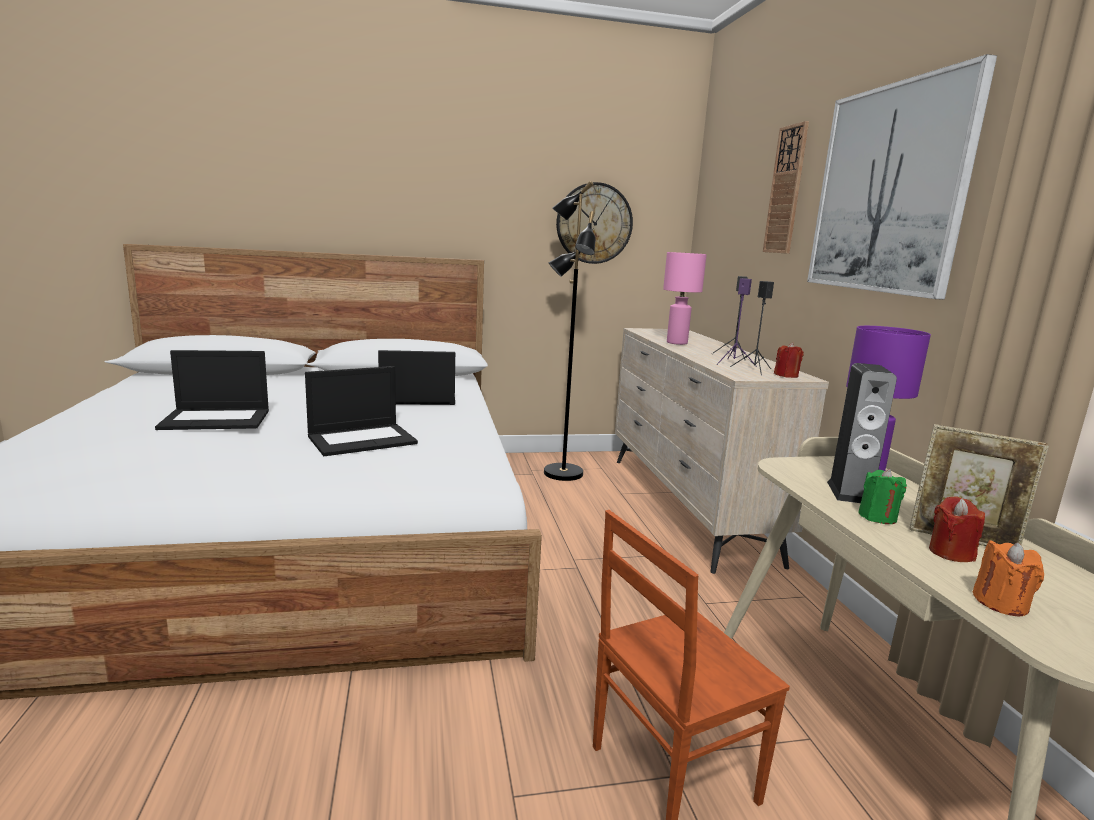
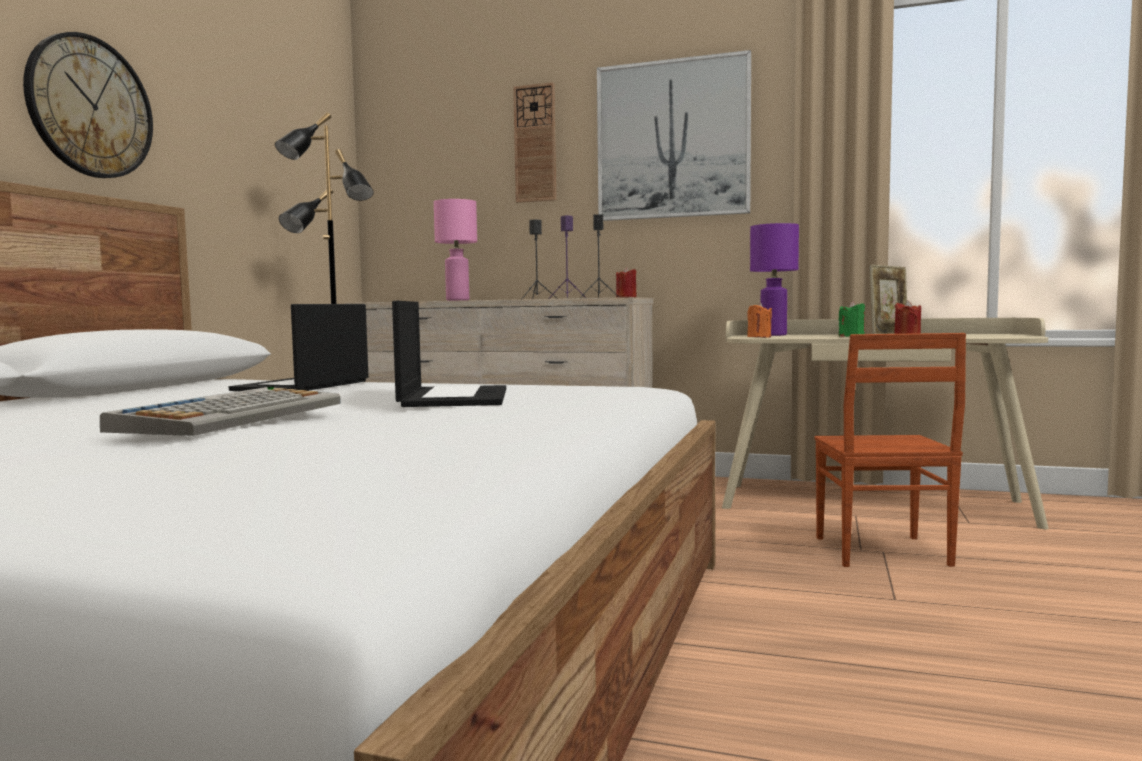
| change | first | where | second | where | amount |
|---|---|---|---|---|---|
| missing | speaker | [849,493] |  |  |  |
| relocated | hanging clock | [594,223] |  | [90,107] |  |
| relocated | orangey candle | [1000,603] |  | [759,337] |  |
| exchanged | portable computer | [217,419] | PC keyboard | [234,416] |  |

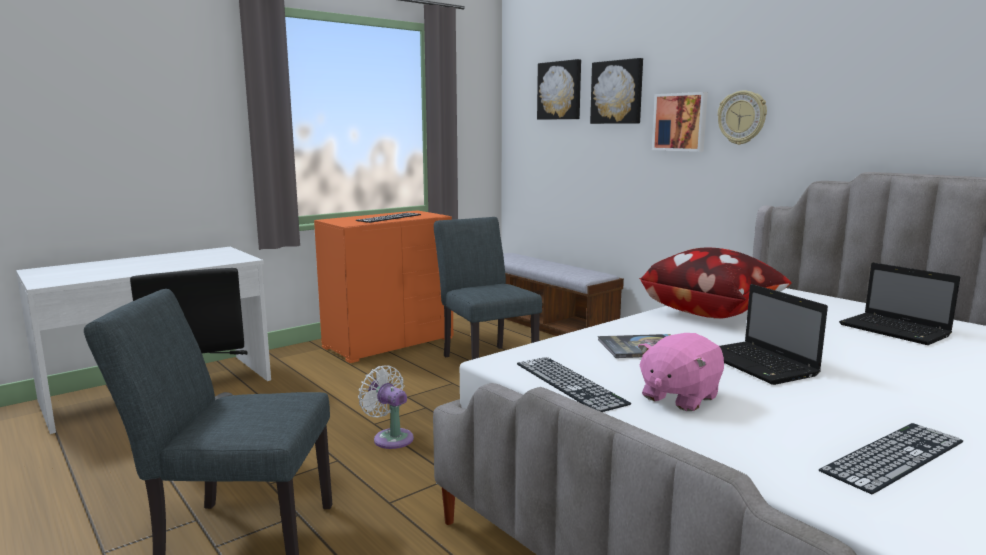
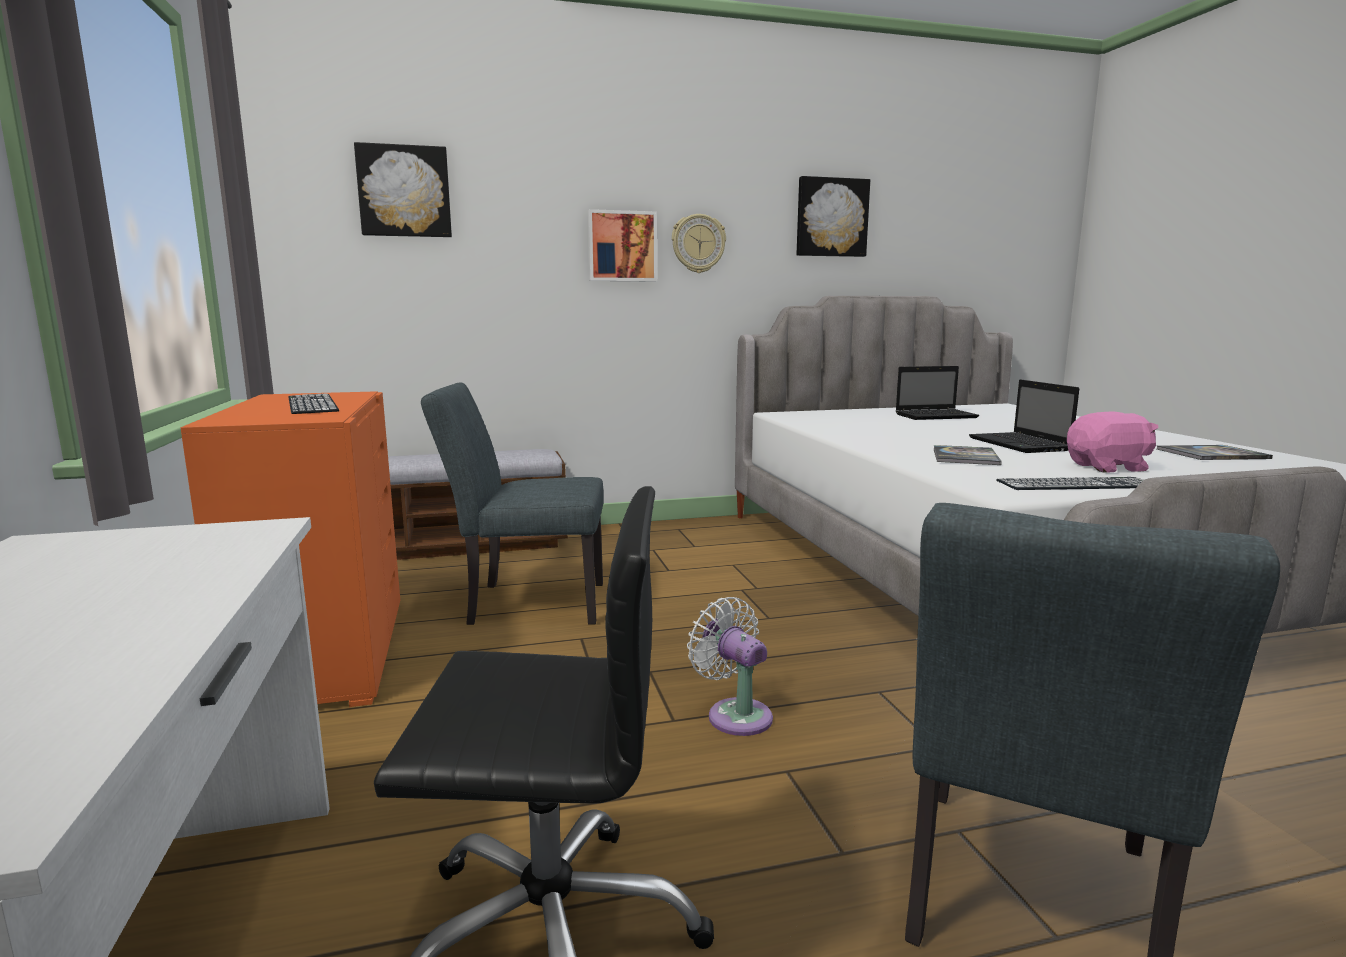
| change | first | where | second | where | amount |
|---|---|---|---|---|---|
| missing | cushion | [710,312] |  |  |  |
| relocated | picture | [617,92] |  | [831,217] |  |
| exchanged | PC keyboard | [893,456] | volume | [1212,454] |  |
| spun | white electric fan | [390,437] |  | [735,714] | 75 degrees clockwise |
| spun | pinkish cuddly toy | [679,397] |  | [1108,468] | 75 degrees counterclockwise |
| spun | portable computer | [760,365] |  | [1020,444] | 75 degrees clockwise |

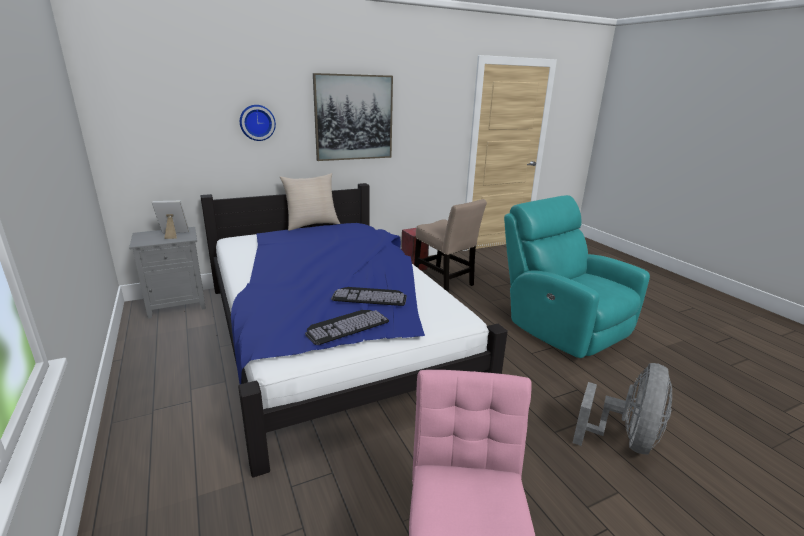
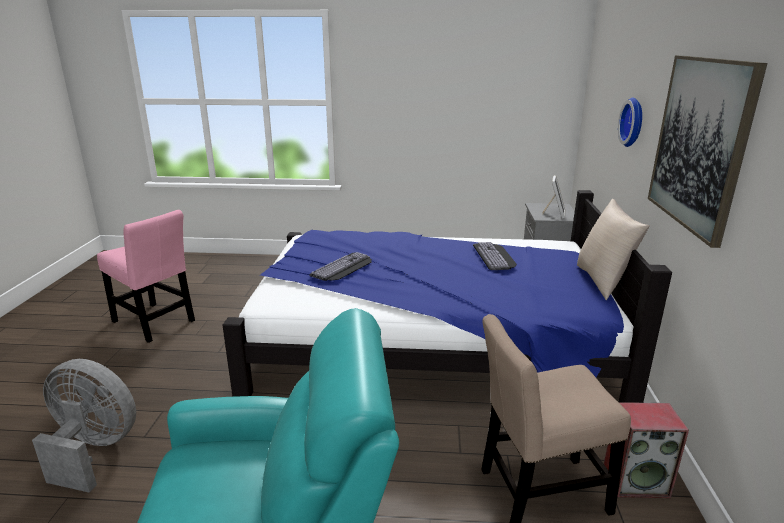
| change | first | where | second | where | amount |
|---|---|---|---|---|---|
| relocated | PC keyboard | [346,325] |  | [495,256] |  |
| spun | gray electric fan | [624,440] |  | [93,450] | 135 degrees clockwise |

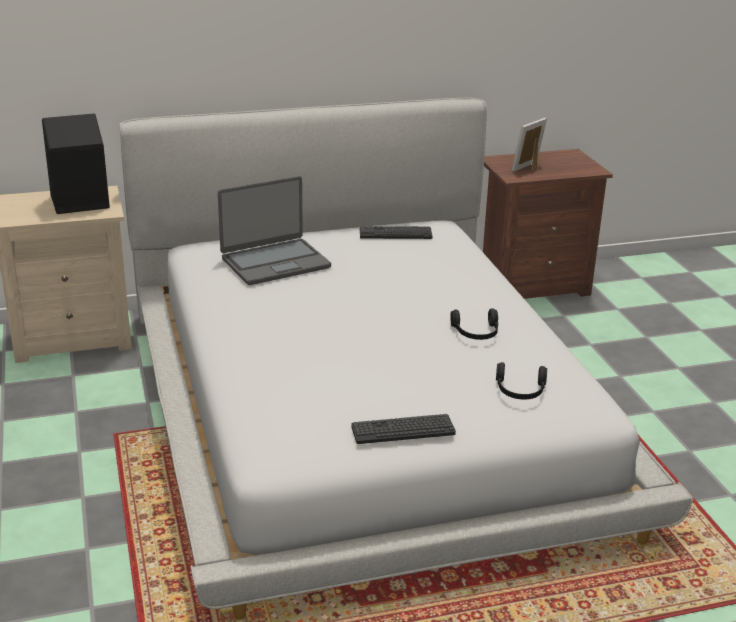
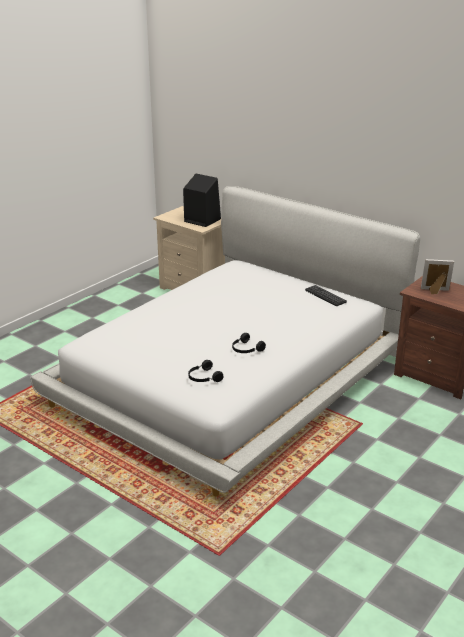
| change | first | where | second | where | amount |
|---|---|---|---|---|---|
| missing | portable computer | [275,263] |  |  |  |
| missing | PC keyboard | [403,430] |  |  |  |

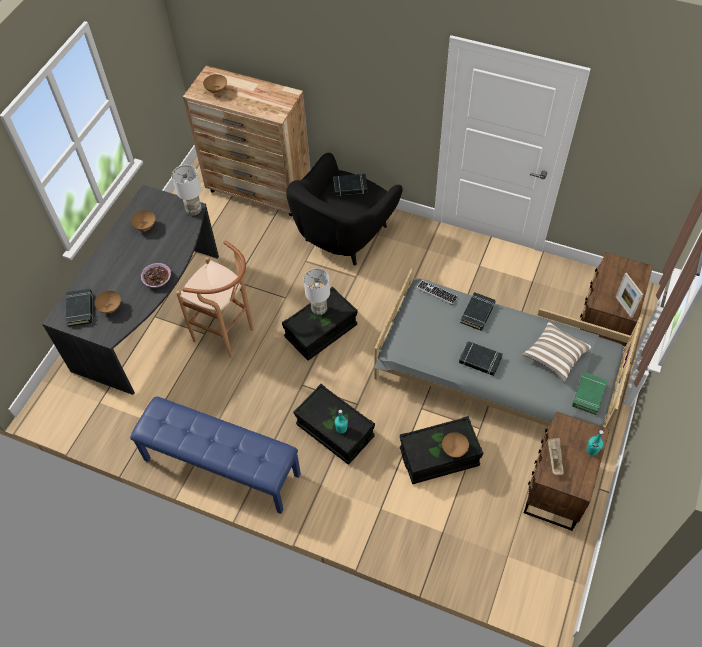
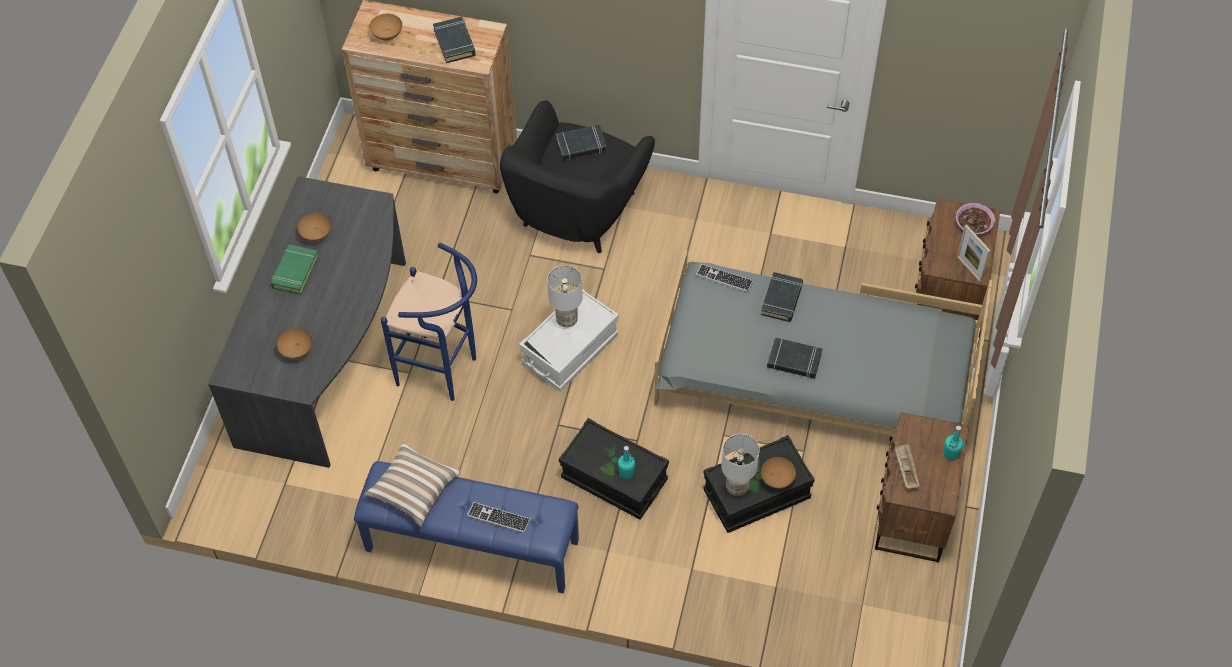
| change | first | where | second | where | amount |
|---|---|---|---|---|---|
| appeared |  |  | PC keyboard | [498,518] |  |
| relocated | black-coloured volume | [80,309] |  | [455,43] |  |
| relocated | deep dish | [157,279] |  | [973,224] |  |
| relocated | white tabletop lamp | [194,210] |  | [737,486] |  |
| relocated | cushion | [554,356] |  | [413,490] |  |
| relocated | green-coloured volume | [588,394] |  | [295,272] |  |
| colour | brown-coloured stool | [229,336] | bluish stool | [444,372] |  |
| colour | black-coloured storage box | [321,331] | white storage box | [570,350] |  |

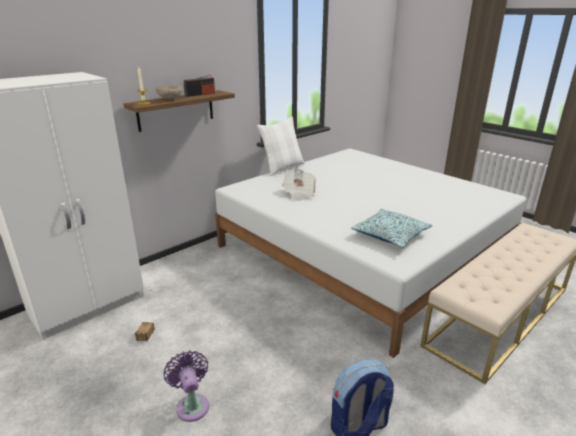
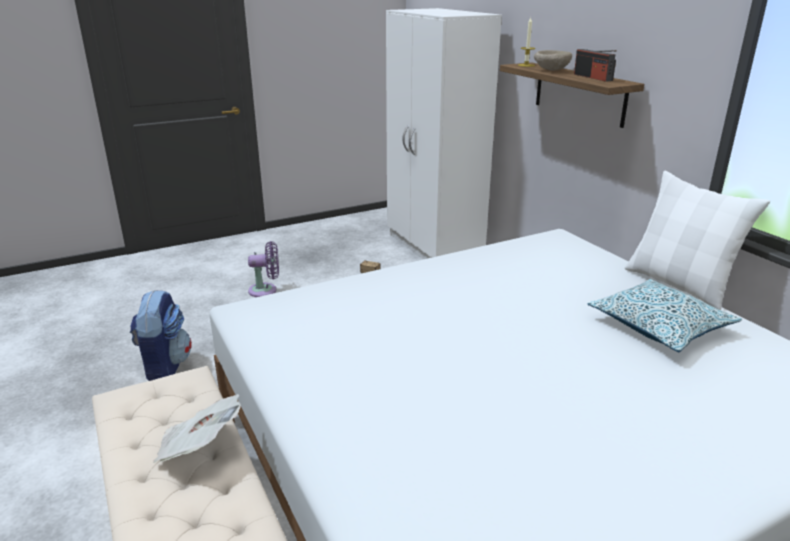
| change | first | where | second | where | amount |
|---|---|---|---|---|---|
| relocated | daily paper | [299,194] |  | [199,447] |  |
| relocated | cushion | [390,235] |  | [660,326] |  |

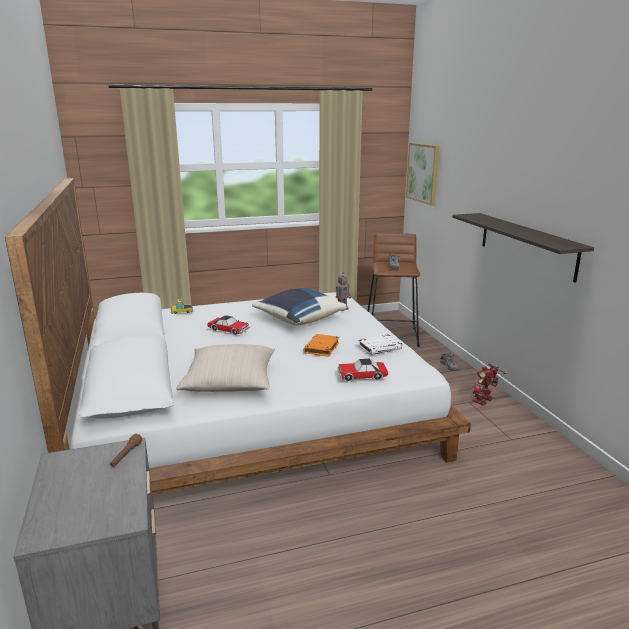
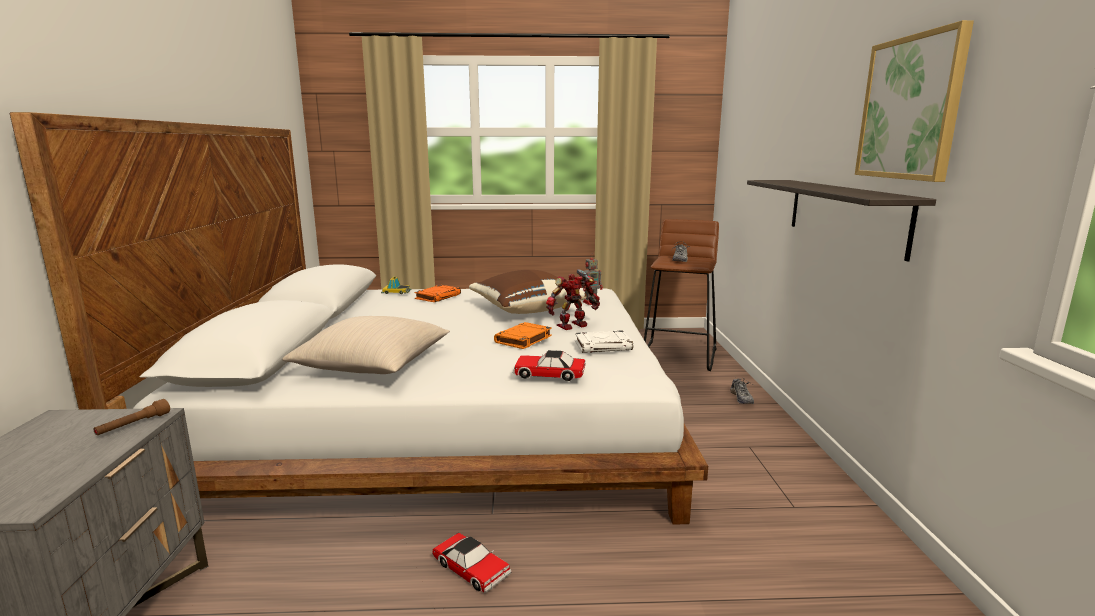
| change | first | where | second | where | amount |
|---|---|---|---|---|---|
| appeared |  |  | orangey volume | [438,296] |  |
| relocated | toy car | [228,329] |  | [471,569] |  |
| relocated | picture | [423,173] |  | [910,108] |  |
| relocated | toy robot | [484,400] |  | [573,326] |  |
| colour | bluish cushion | [298,319] | brown-coloured cushion | [525,310] |  |

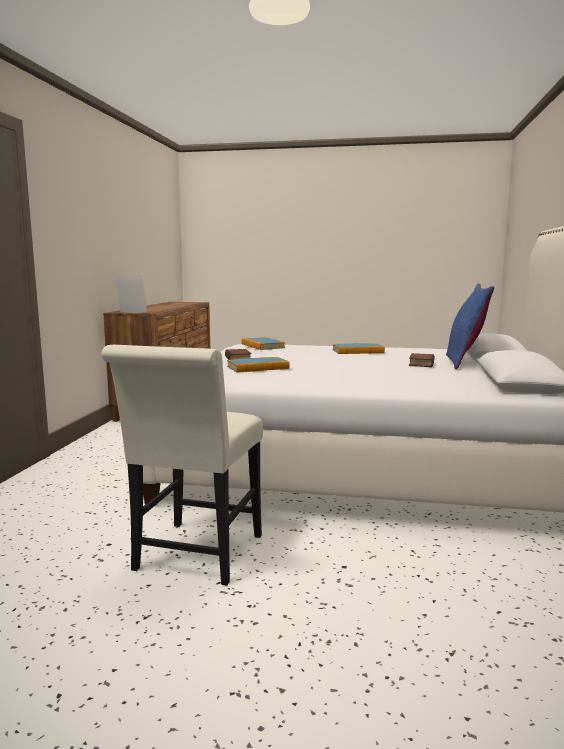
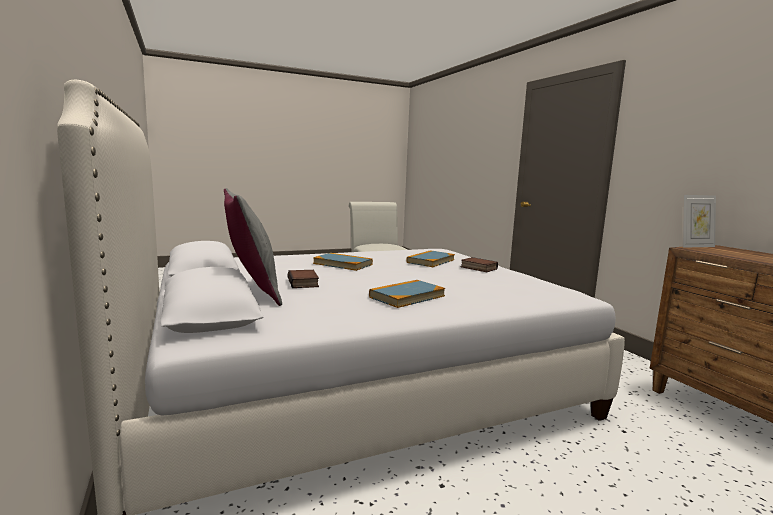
| change | first | where | second | where | amount |
|---|---|---|---|---|---|
| relocated | volume | [262,346] |  | [343,264] |  |
| colour | bluish cushion | [465,362] | gray cushion | [252,292] |  |

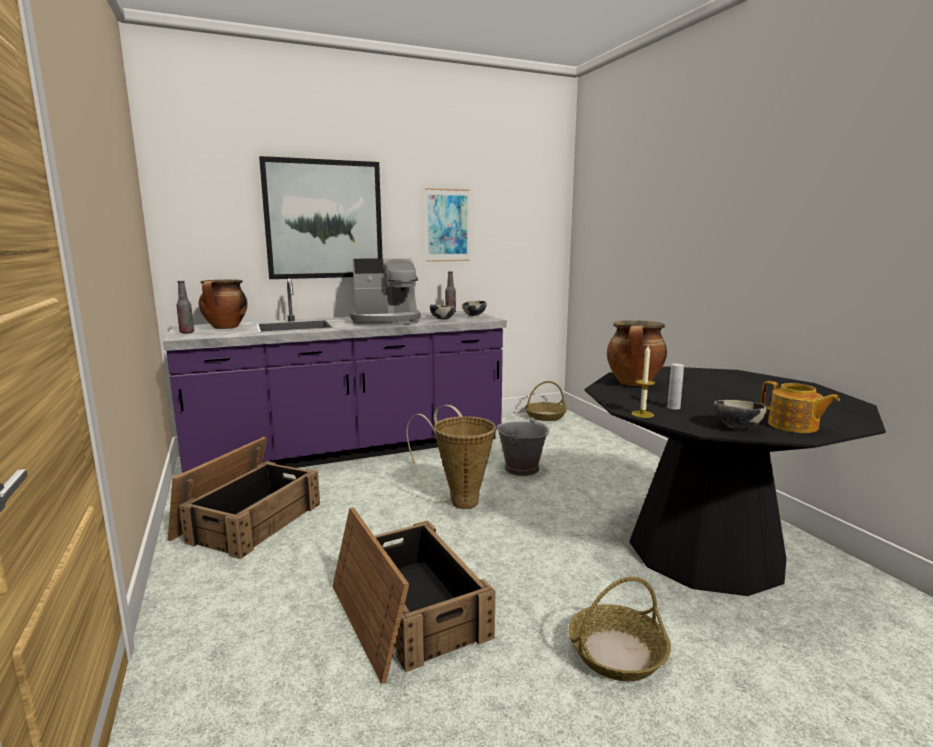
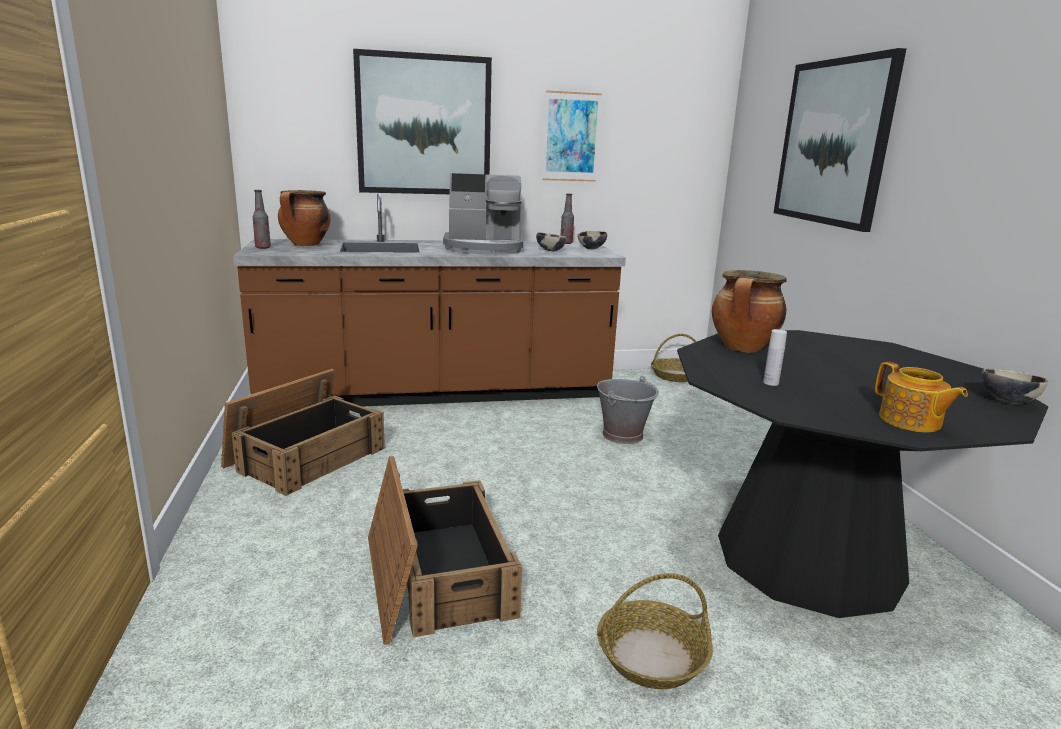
| change | first | where | second | where | amount |
|---|---|---|---|---|---|
| missing | storage basket | [459,501] |  |  |  |
| missing | candle | [642,414] |  |  |  |
| appeared |  |  | picture | [833,142] |  |
| relocated | deep dish | [737,427] |  | [1007,401] |  |
| colour | purple kitchen base unit | [351,450] | brown-coloured kitchen base unit | [437,393] |  |

